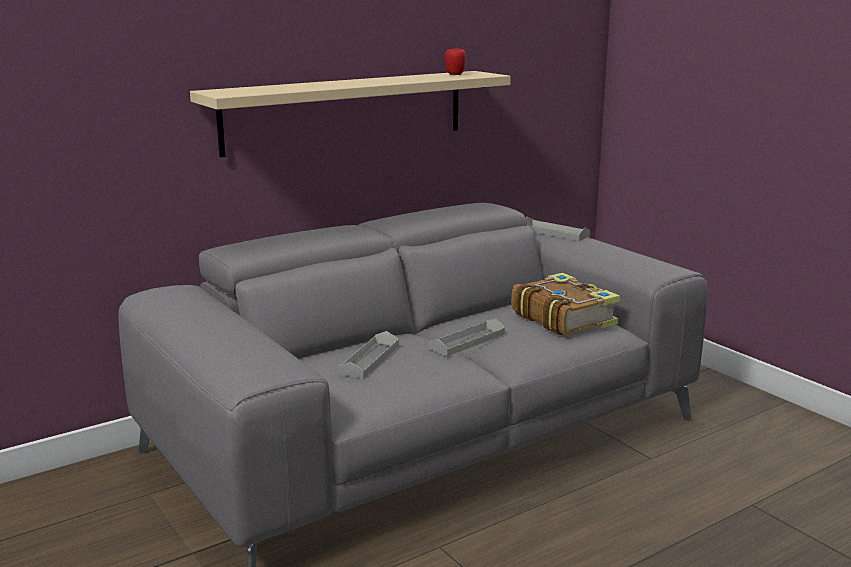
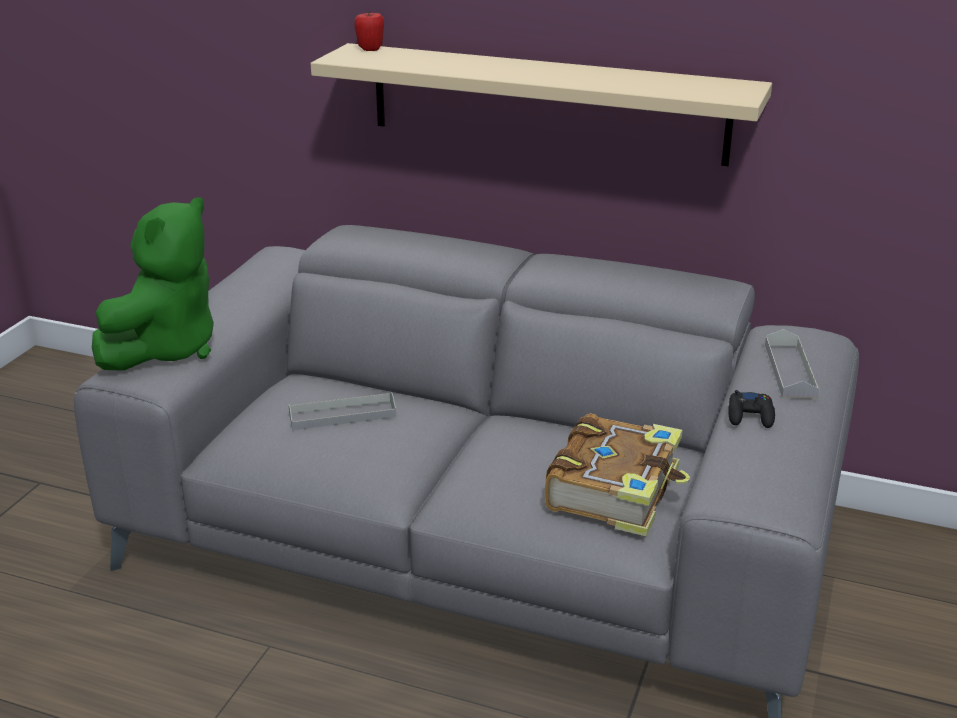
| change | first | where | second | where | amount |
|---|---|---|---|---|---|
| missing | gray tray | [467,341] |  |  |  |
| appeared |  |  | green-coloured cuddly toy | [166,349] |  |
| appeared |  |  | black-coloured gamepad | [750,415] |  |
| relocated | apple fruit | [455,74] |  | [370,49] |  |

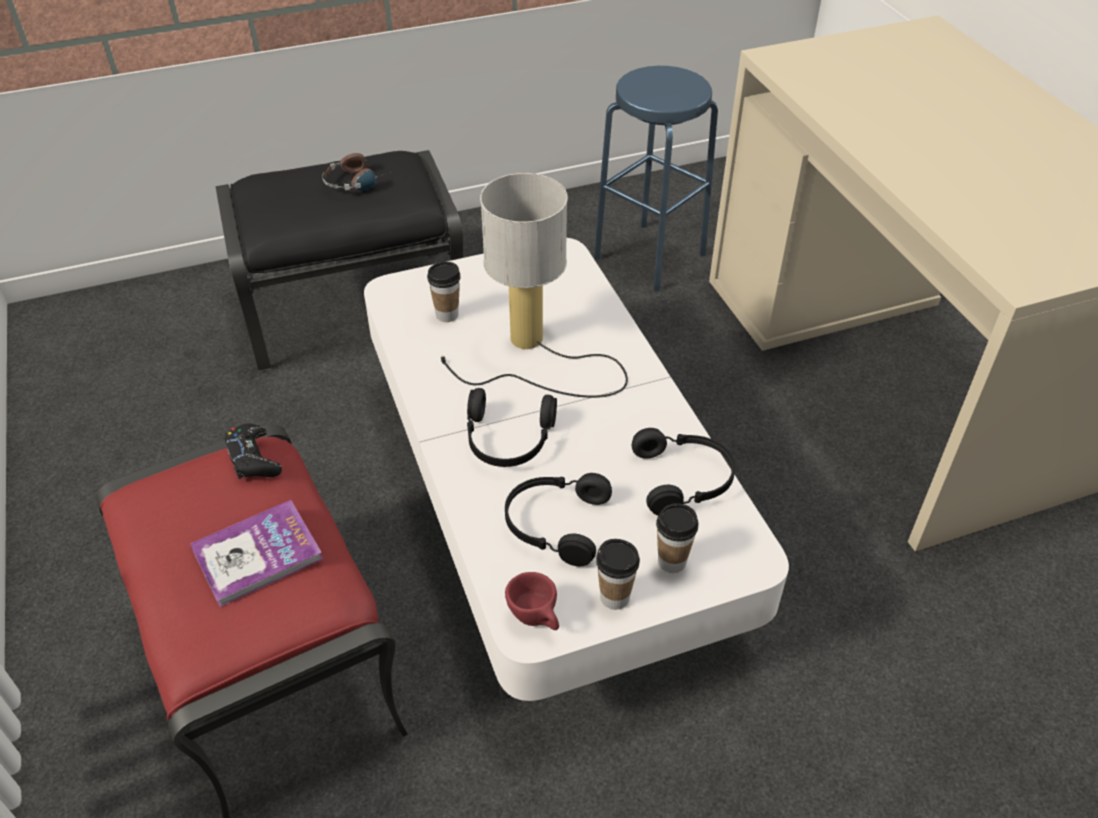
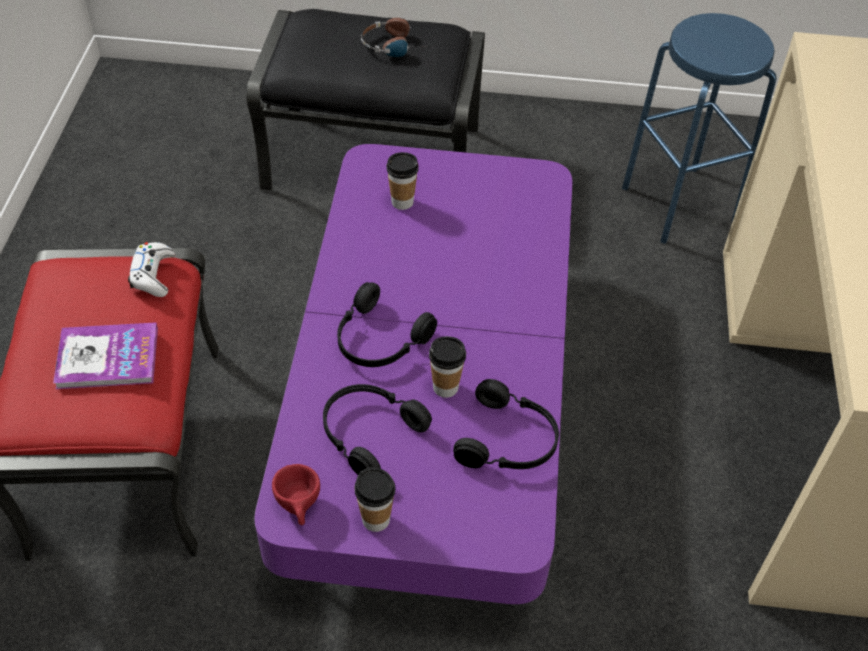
| change | first | where | second | where | amount |
|---|---|---|---|---|---|
| missing | tabletop lamp | [533,353] |  |  |  |
| relocated | cup | [672,561] |  | [445,387] |  |
| colour | black-coloured gamepad | [253,458] | white gamepad | [153,275] |  |
| colour | white low table | [548,505] | purple low table | [430,410] |  |

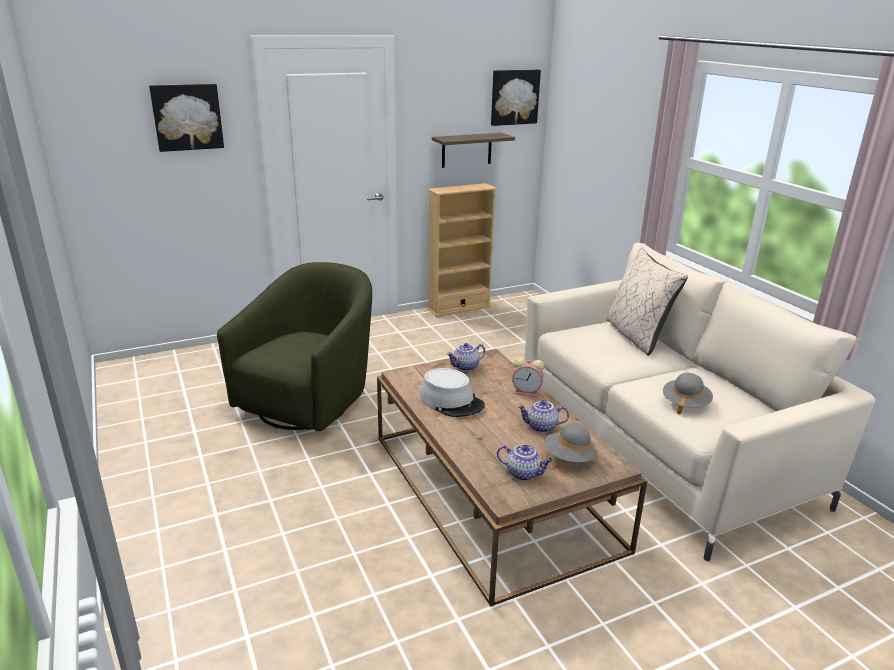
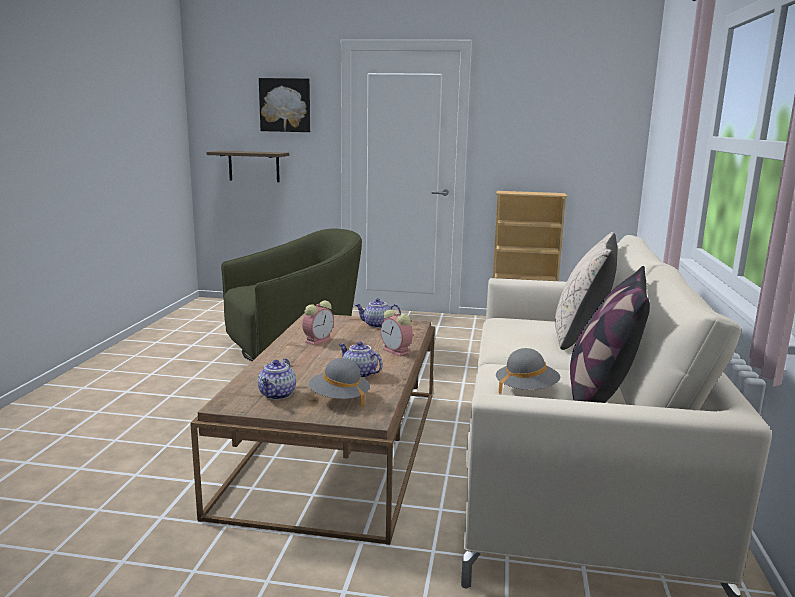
| change | first | where | second | where | amount |
|---|---|---|---|---|---|
| missing | picture | [514,97] |  |  |  |
| appeared |  |  | cushion | [600,395] |  |
| relocated | shelf | [466,150] |  | [254,166] |  |
| exchanged | gray wearable hat | [451,401] | table clock | [318,340] |  |
| spun | tea pot | [524,473] |  | [277,395] | 45 degrees clockwise |

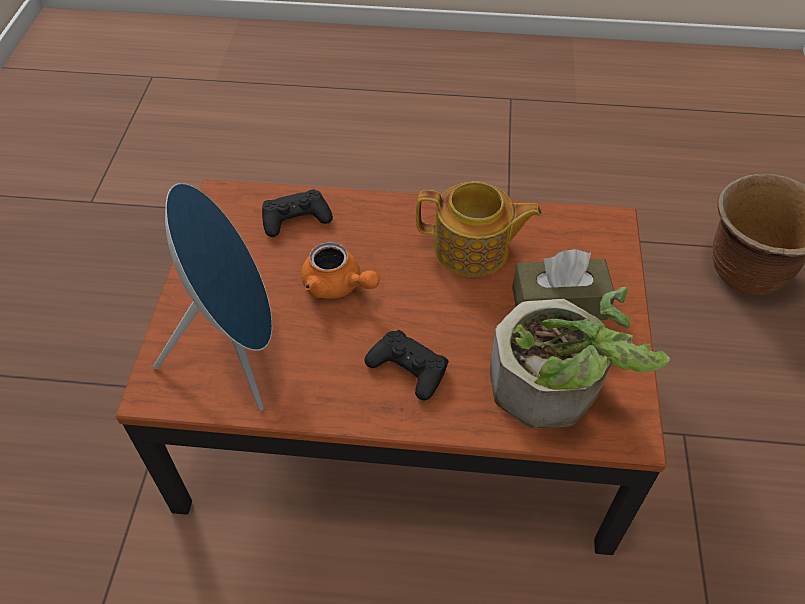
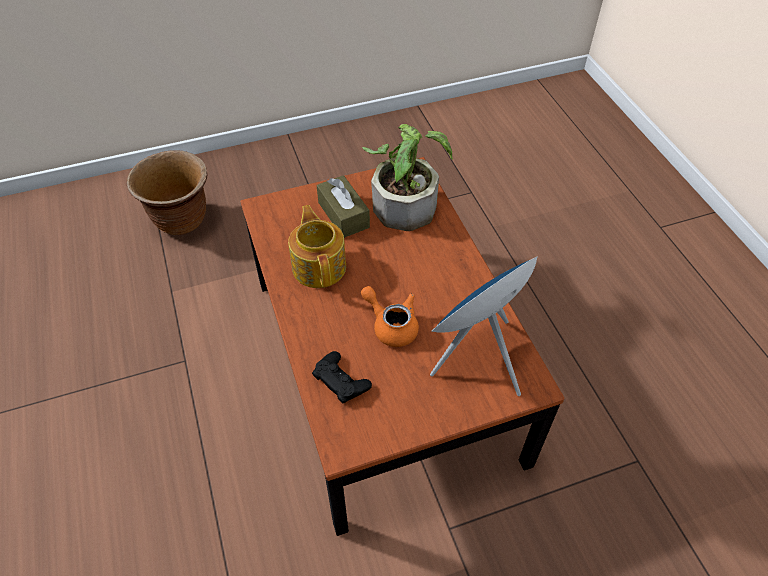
| change | first | where | second | where | amount |
|---|---|---|---|---|---|
| missing | black-coloured gamepad | [408,368] |  |  |  |
| spun | orangey tea pot | [338,286] |  | [391,325] | 60 degrees counterclockwise |

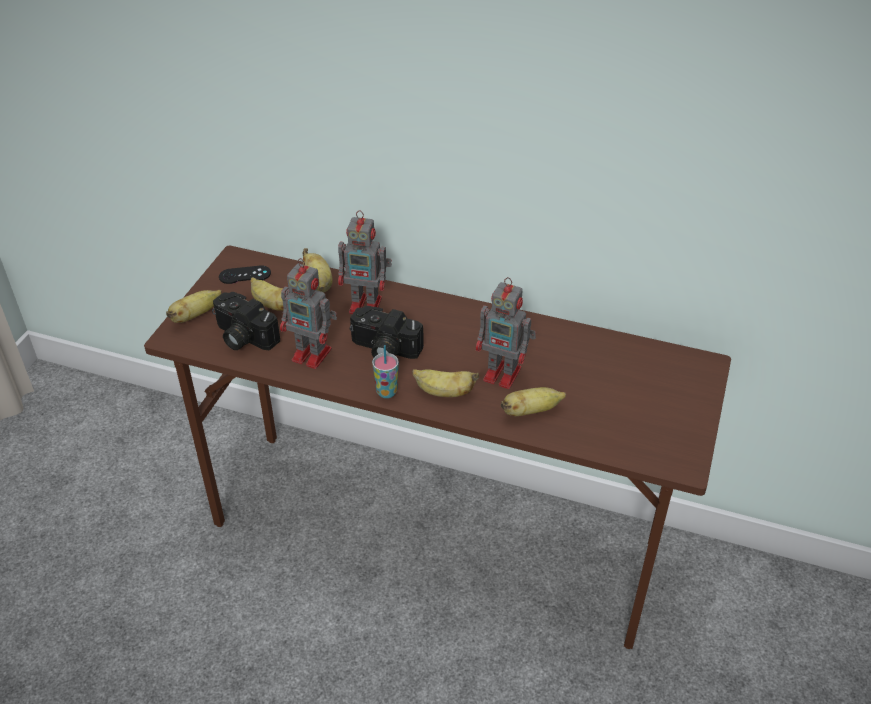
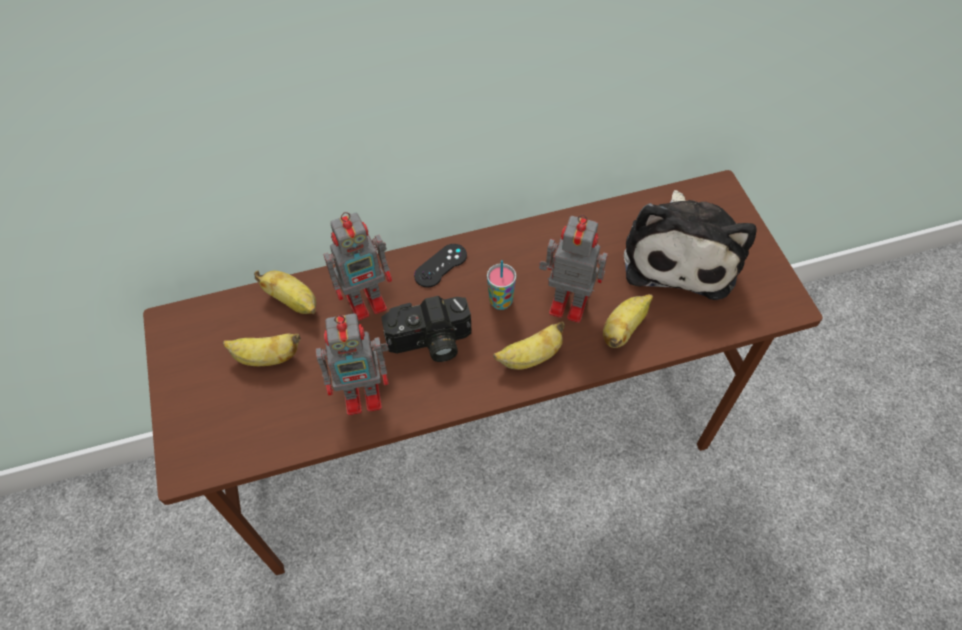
| change | first | where | second | where | amount |
|---|---|---|---|---|---|
| missing | banana | [195,315] |  |  |  |
| missing | still camera | [242,337] |  |  |  |
| appeared |  |  | cuddly toy | [680,253] |  |
| relocated | black-coloured gamepad | [245,275] |  | [440,265] |  |
| relocated | cup | [386,392] |  | [500,301] |  |
| spun | toy robot | [504,374] |  | [566,302] | 150 degrees counterclockwise |

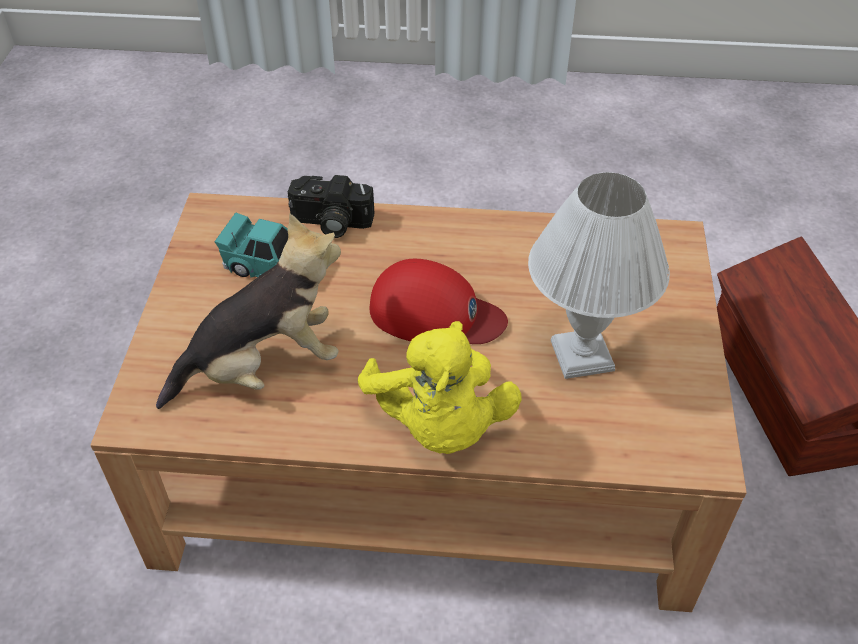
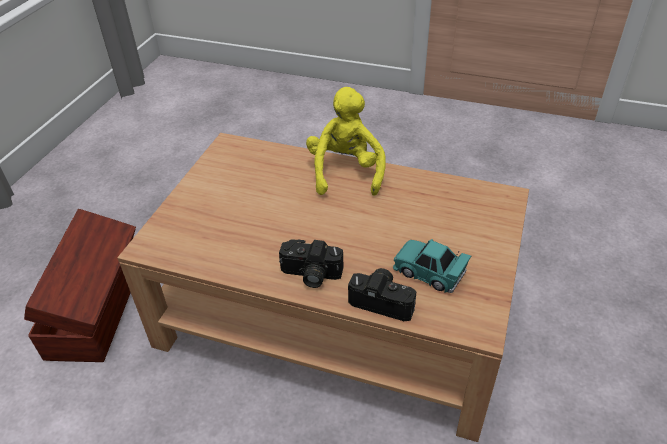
| change | first | where | second | where | amount |
|---|---|---|---|---|---|
| missing | cuddly toy | [264,367] |  |  |  |
| missing | reddish cap | [435,313] |  |  |  |
| missing | white tabletop lamp | [583,356] |  |  |  |
| appeared |  |  | still camera | [310,275] |  |

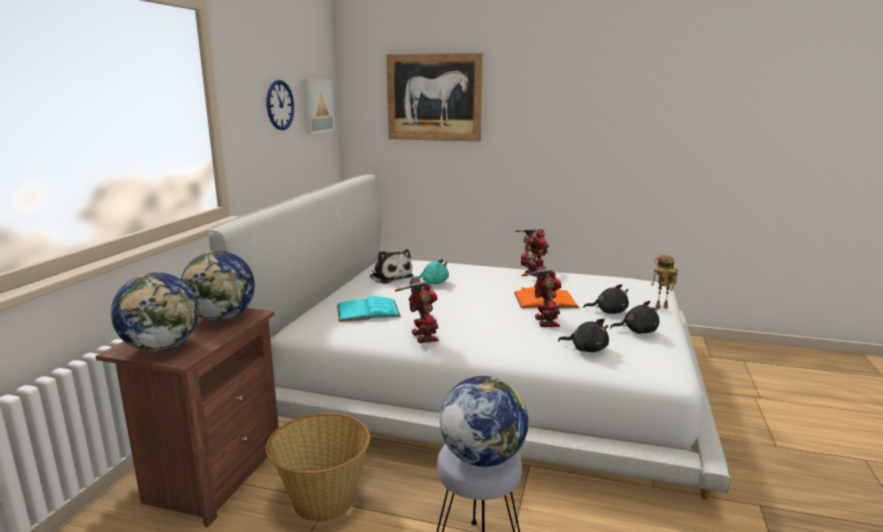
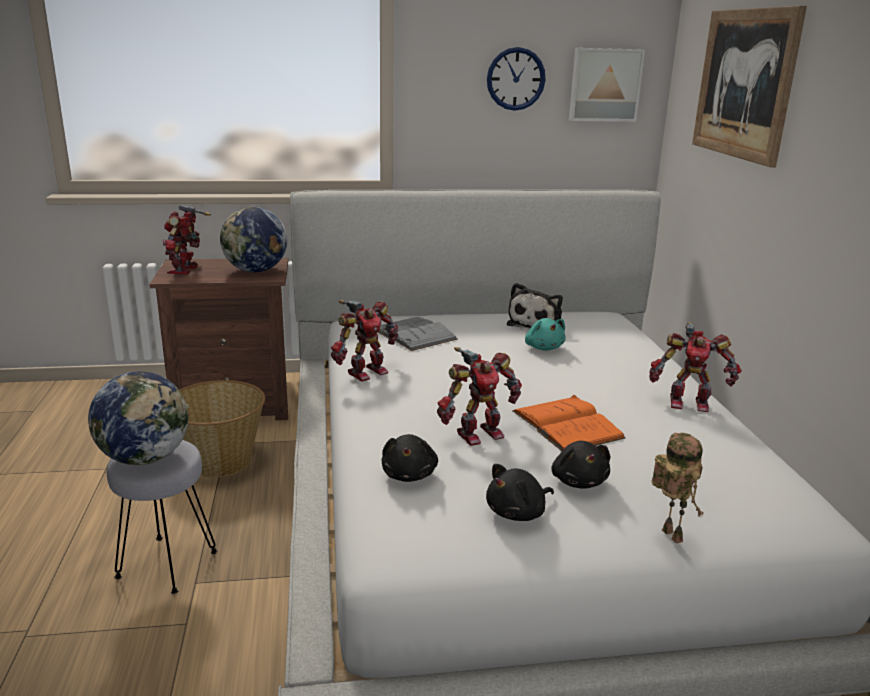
| change | first | where | second | where | amount |
|---|---|---|---|---|---|
| exchanged | world globe | [162,347] | toy robot | [185,270] |  |
| colour | turquoise volume | [368,311] | gray volume | [413,334] |  |
| spun | black-coloured cuddly toy | [637,331] |  | [518,513] | 75 degrees clockwise |

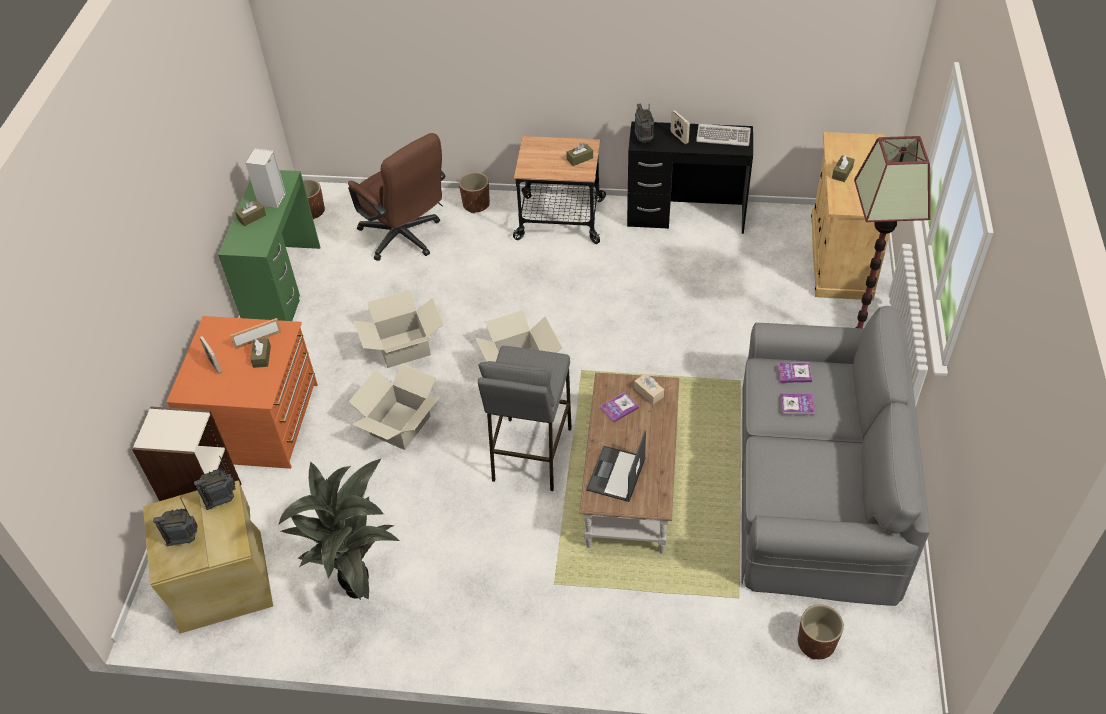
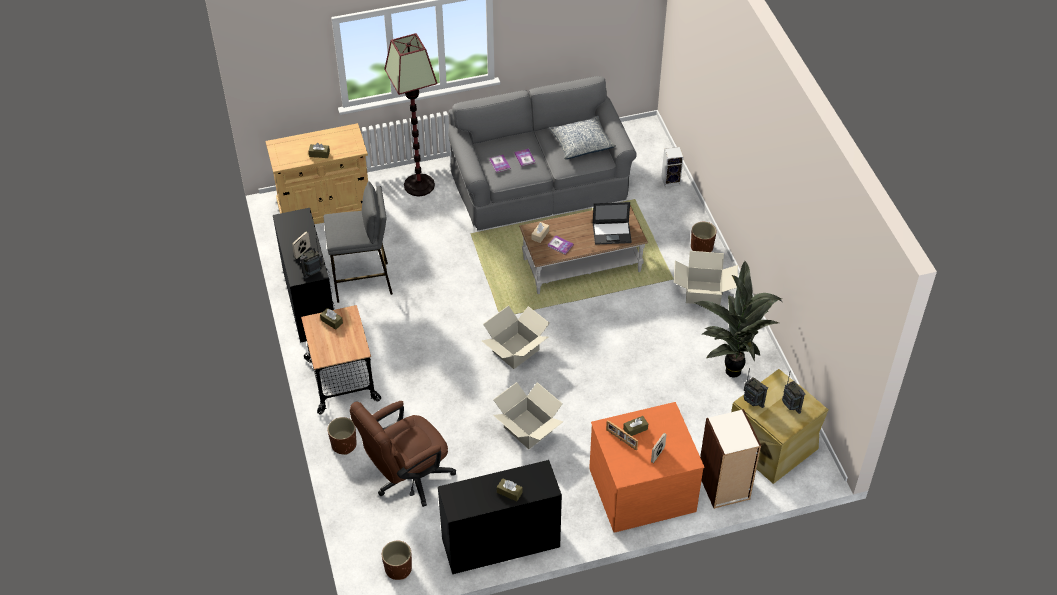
| change | first | where | second | where | amount |
|---|---|---|---|---|---|
| missing | PC keyboard | [723,136] |  |  |  |
| appeared |  |  | cushion | [581,143] |  |
| relocated | speaker | [272,200] |  | [671,180] |  |
| relocated | cardboard box | [401,425] |  | [703,292] |  |
| relocated | gray stool | [530,454] |  | [363,282] |  |
| relocated | brown-coloured planter | [816,643] |  | [702,247] |  |
| colour | green-coloured desk | [283,287] | black-coloured desk | [500,543] |  |
| spun | brown-coloured office chair | [405,239] |  | [406,479] | 150 degrees counterclockwise |

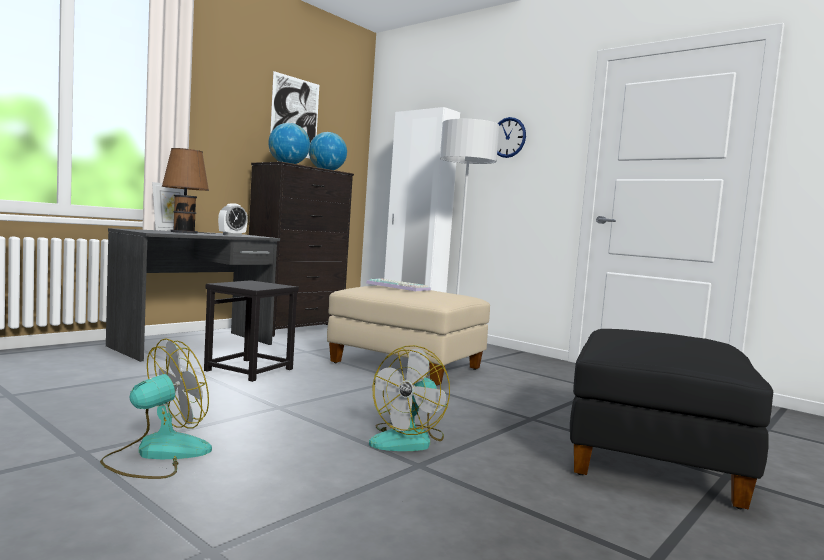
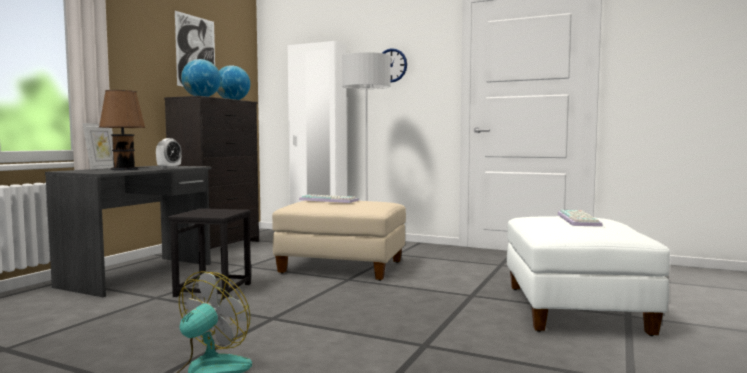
| change | first | where | second | where | amount |
|---|---|---|---|---|---|
| missing | electric fan | [409,439] |  |  |  |
| appeared |  |  | PC keyboard | [580,220] |  |
| colour | black-coloured ottoman | [655,457] | white ottoman | [575,309] |  |

